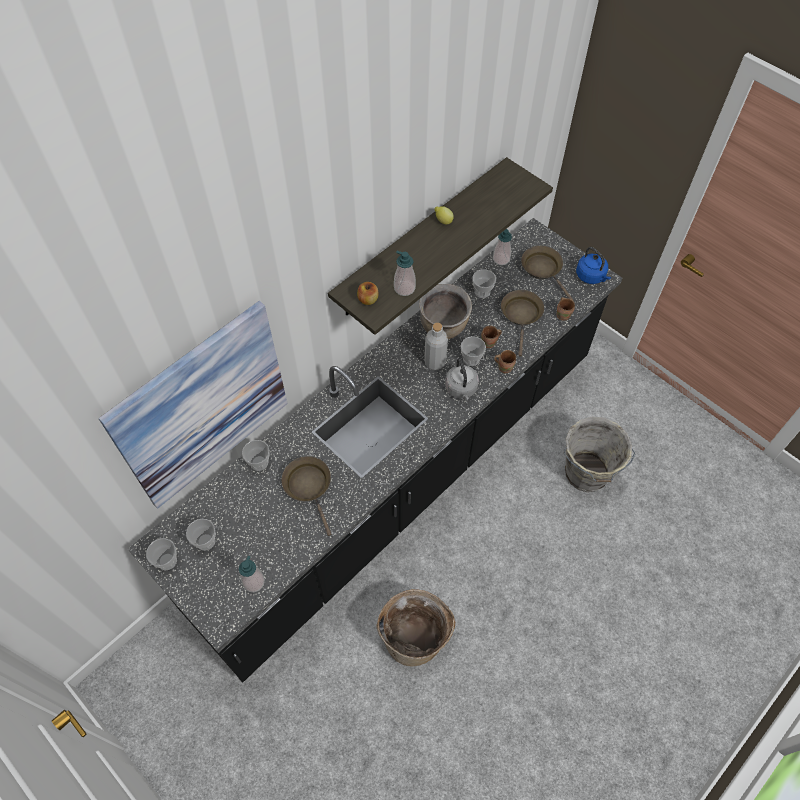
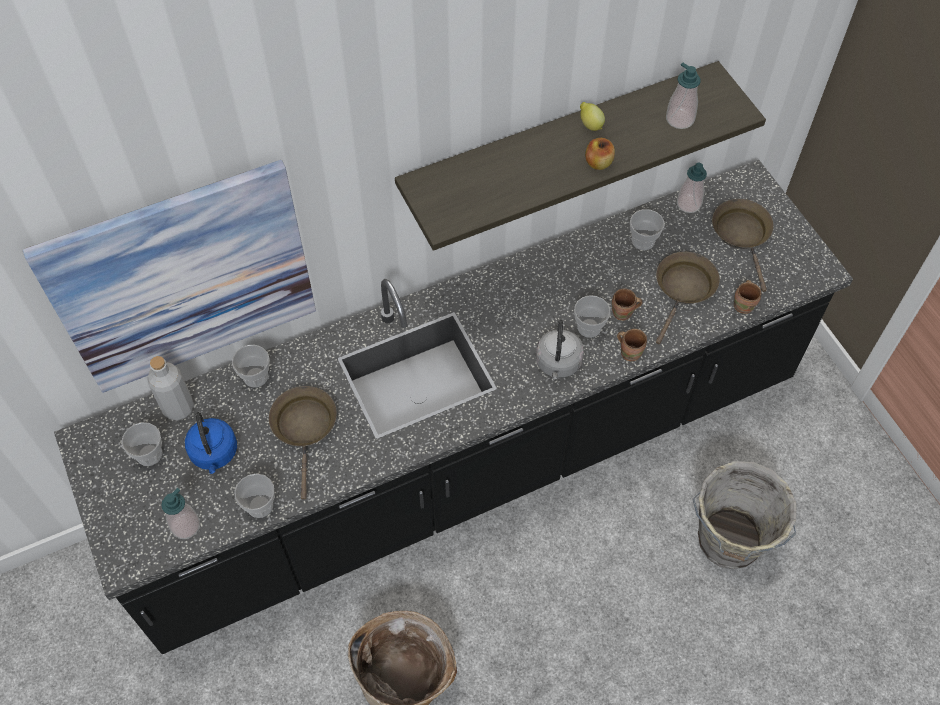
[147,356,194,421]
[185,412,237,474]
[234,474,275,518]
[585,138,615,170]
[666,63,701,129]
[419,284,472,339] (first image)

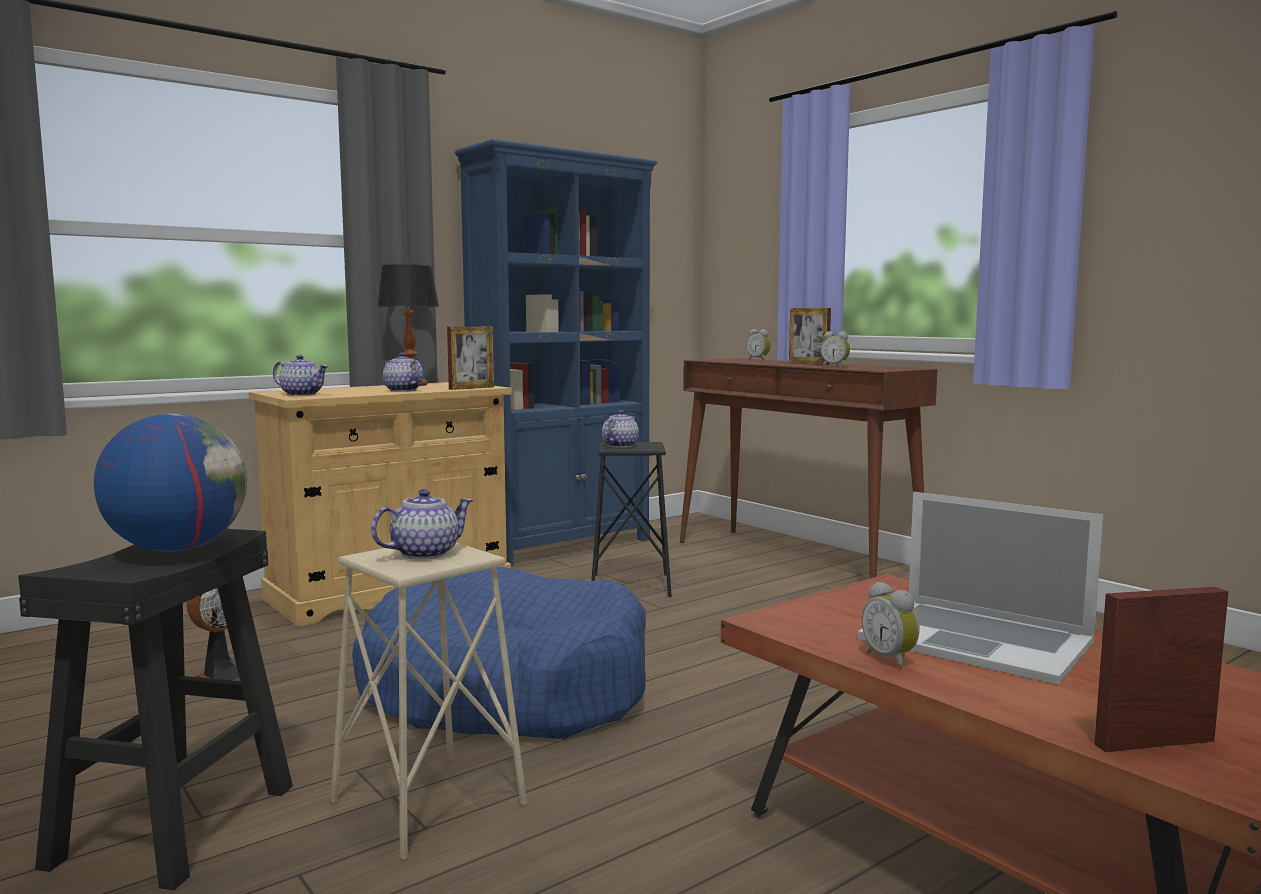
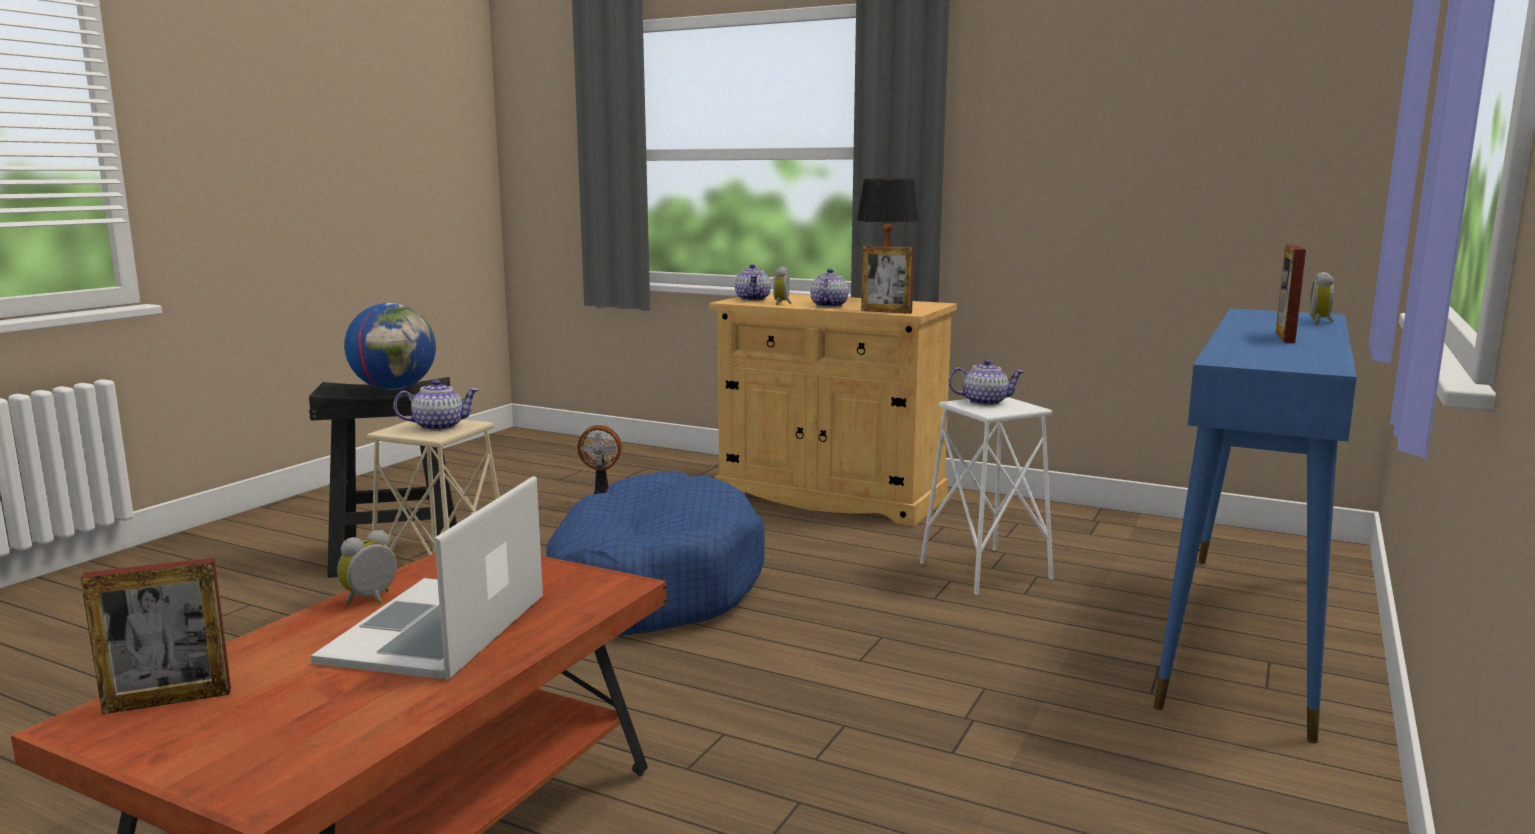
[81,558,231,714]
[393,379,479,431]
[773,266,791,305]
[920,397,1054,595]
[1154,309,1357,743]
[455,139,657,566] (first image)

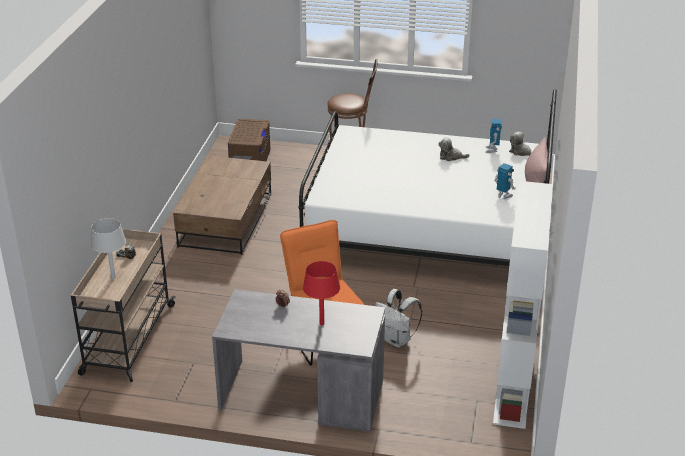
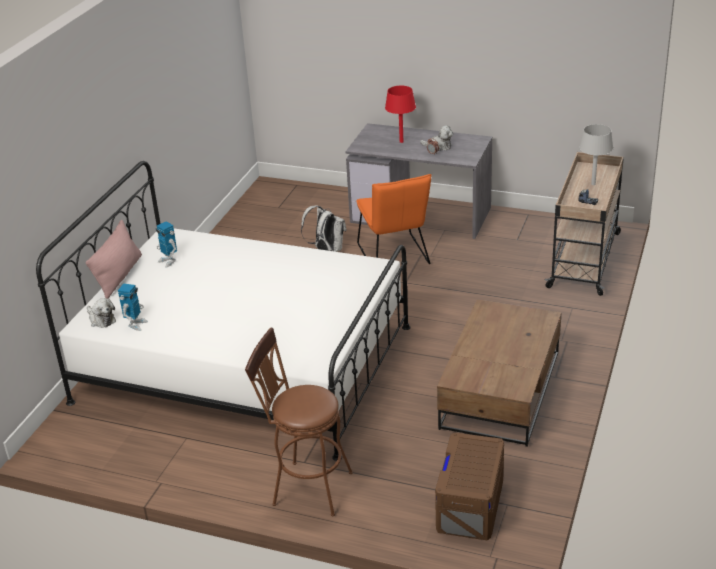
[420,125,453,151]
[493,181,553,429] (first image)

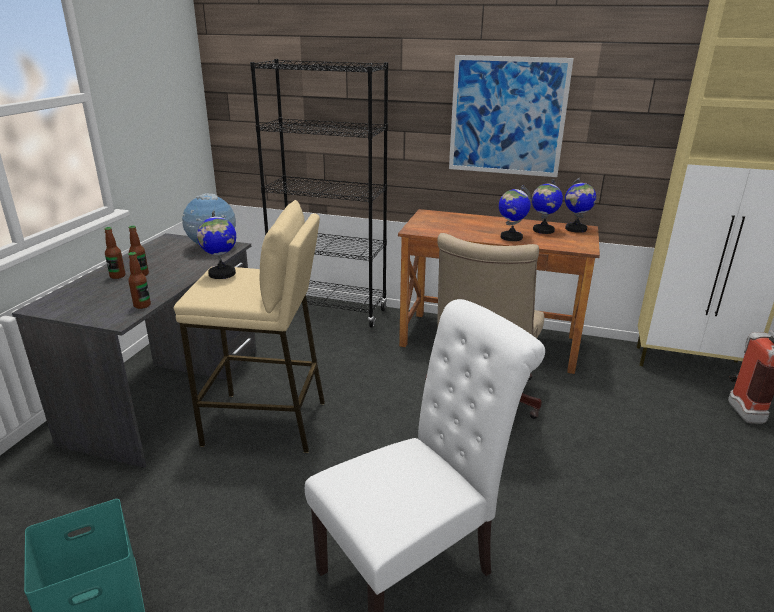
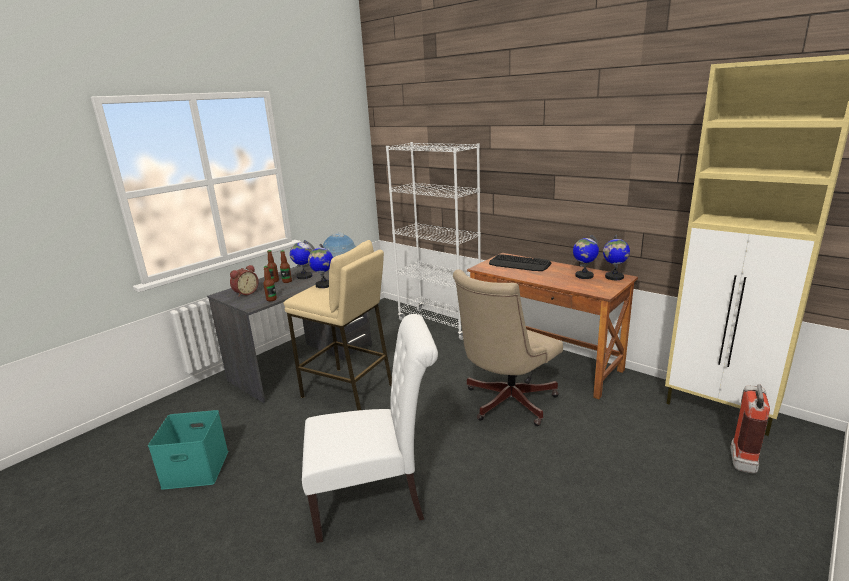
[230,265,259,297]
[290,240,315,279]
[386,142,481,340]
[489,254,551,271]
[449,55,574,177] (first image)

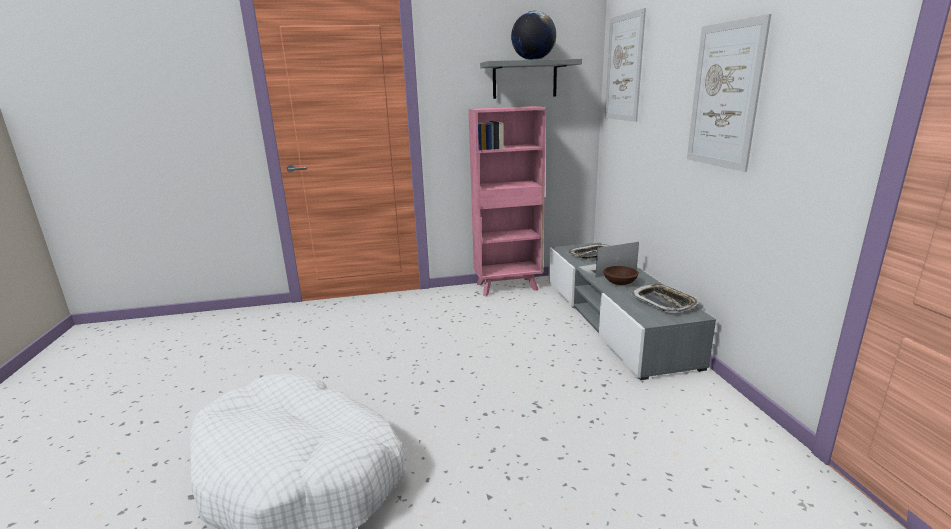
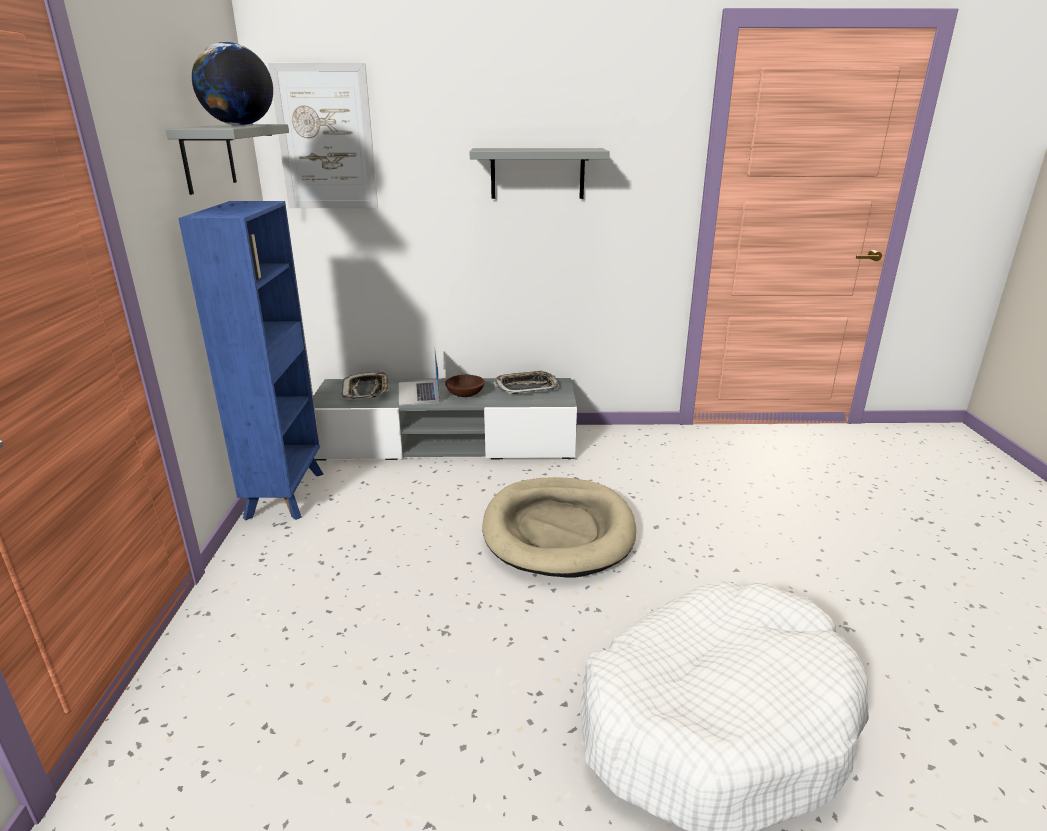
[178,201,324,520]
[470,148,610,199]
[482,477,636,578]

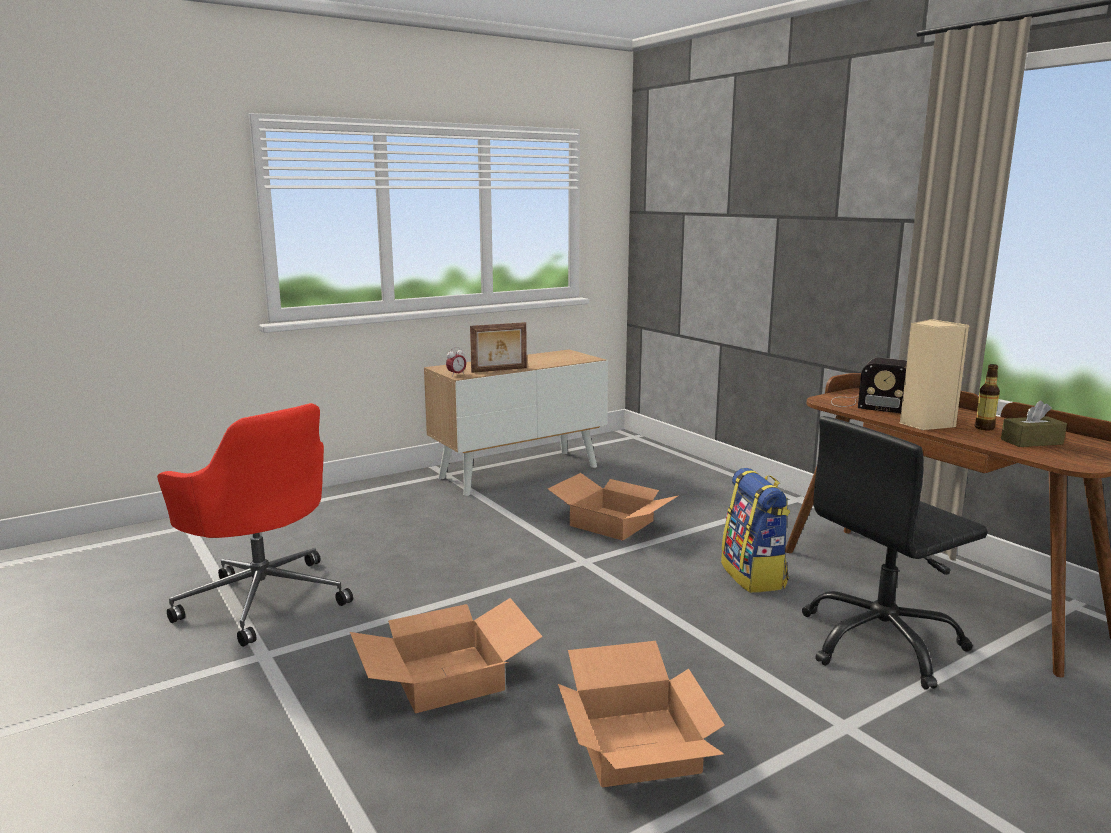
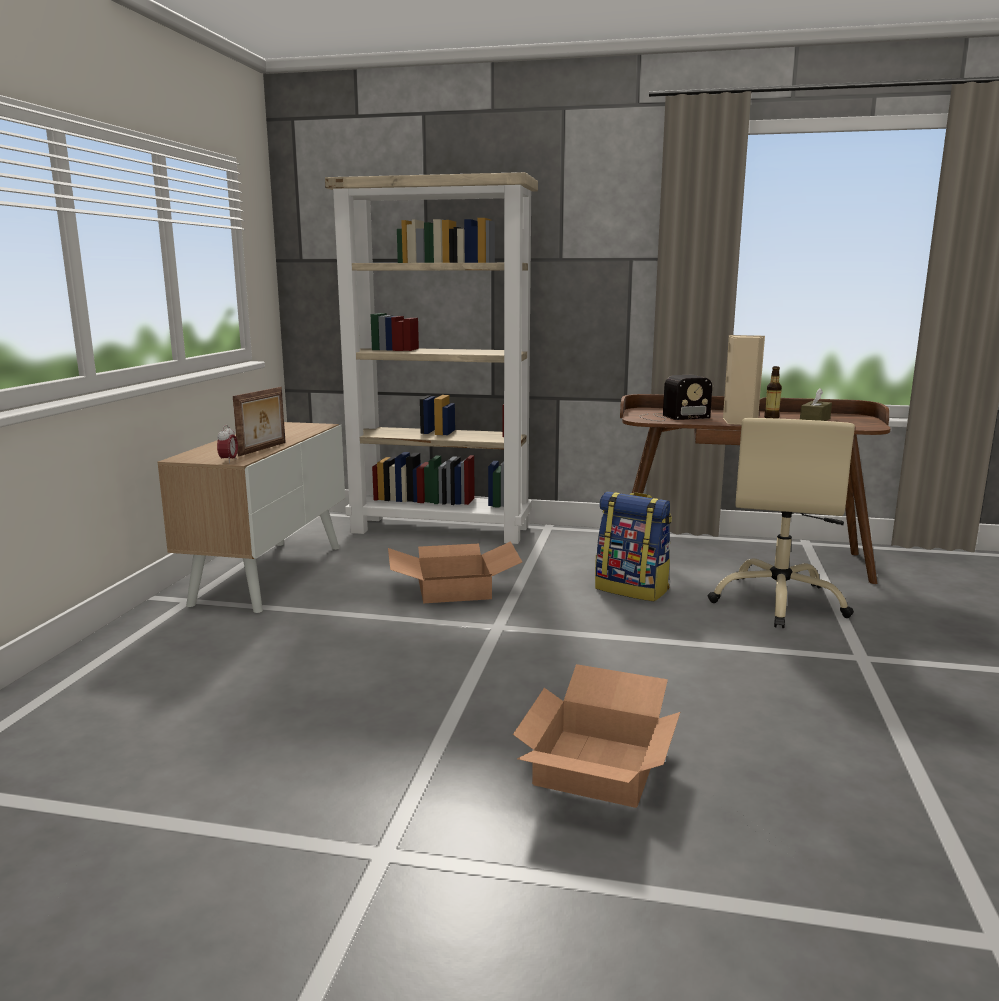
[325,172,538,544]
[708,418,855,628]
[157,403,353,647] (first image)
[558,641,725,788] (first image)

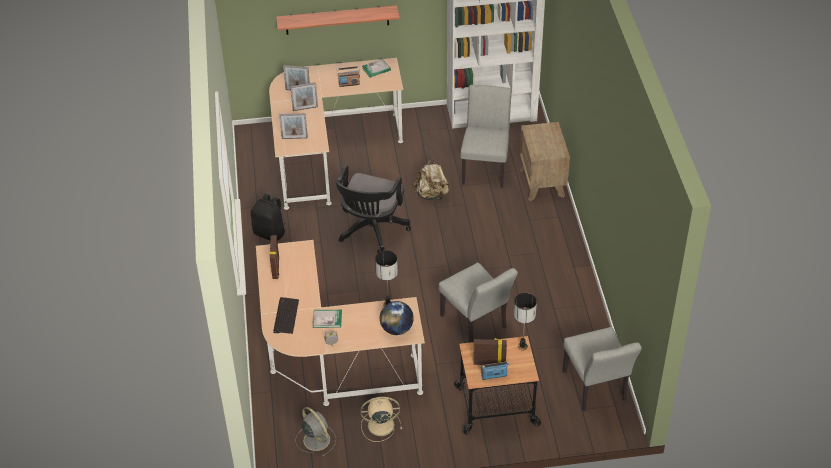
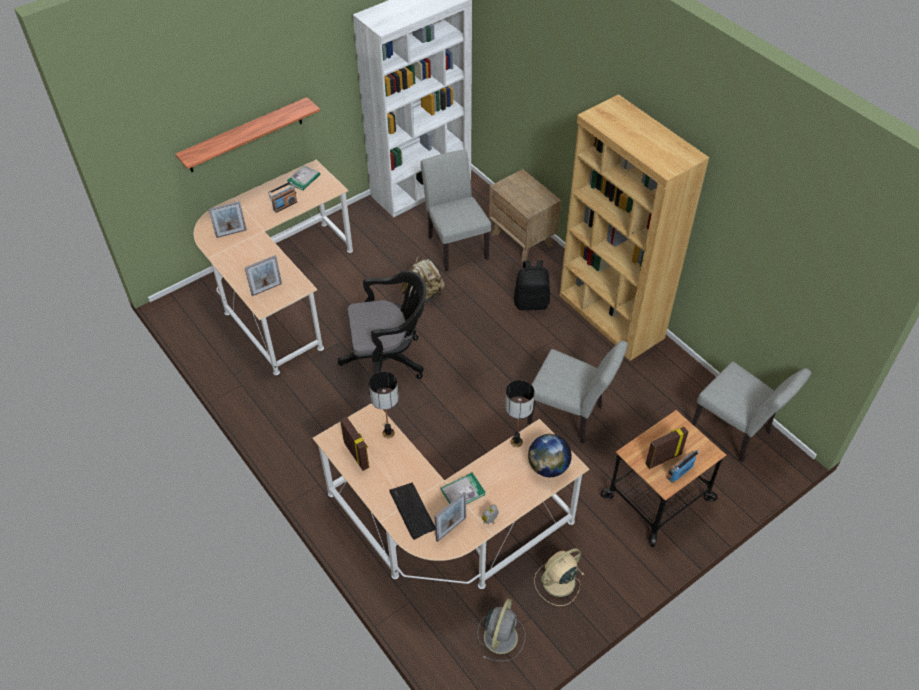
[338,271,426,394]
[369,371,399,438]
[435,492,466,542]
[477,599,525,661]
[514,261,550,310]
[560,94,709,361]

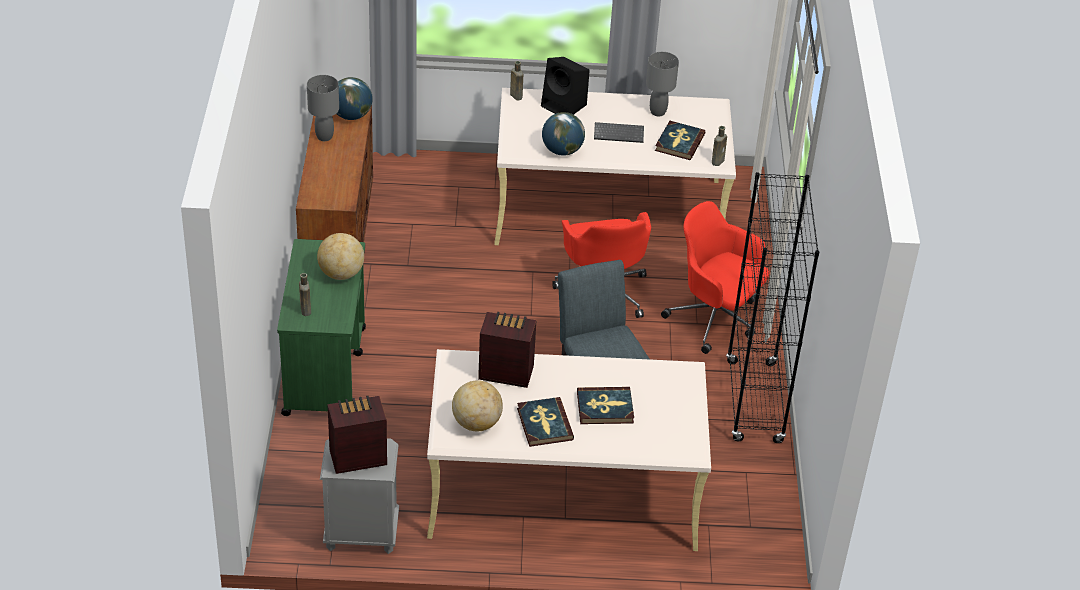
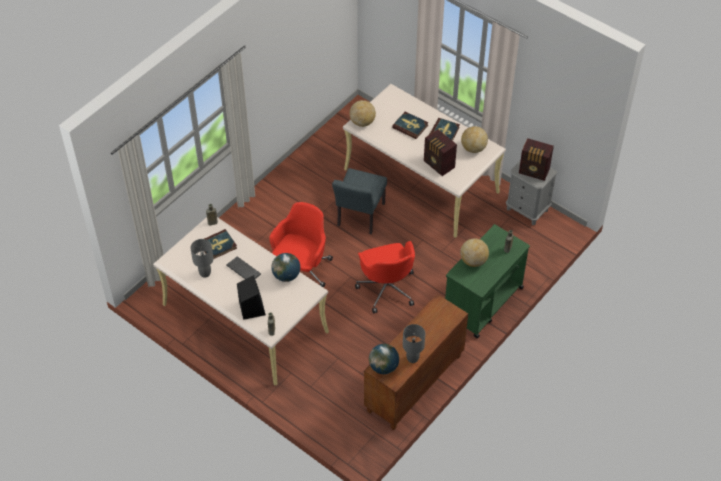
[349,100,376,127]
[355,241,415,313]
[726,172,820,443] (first image)

